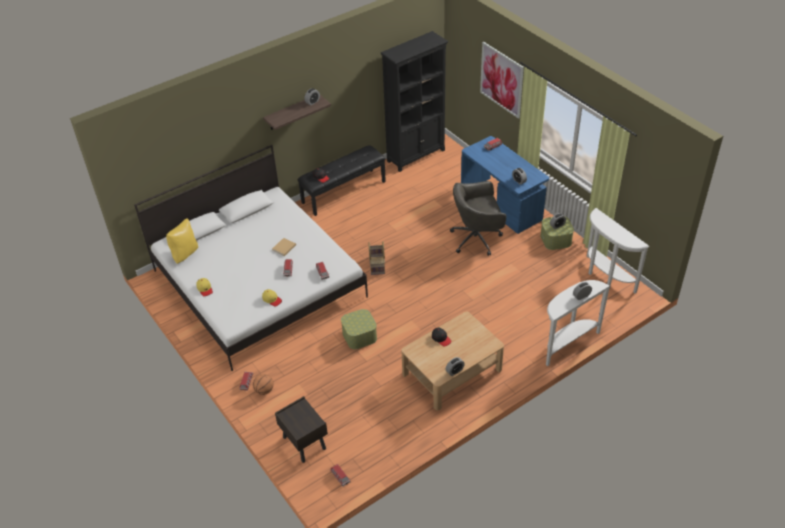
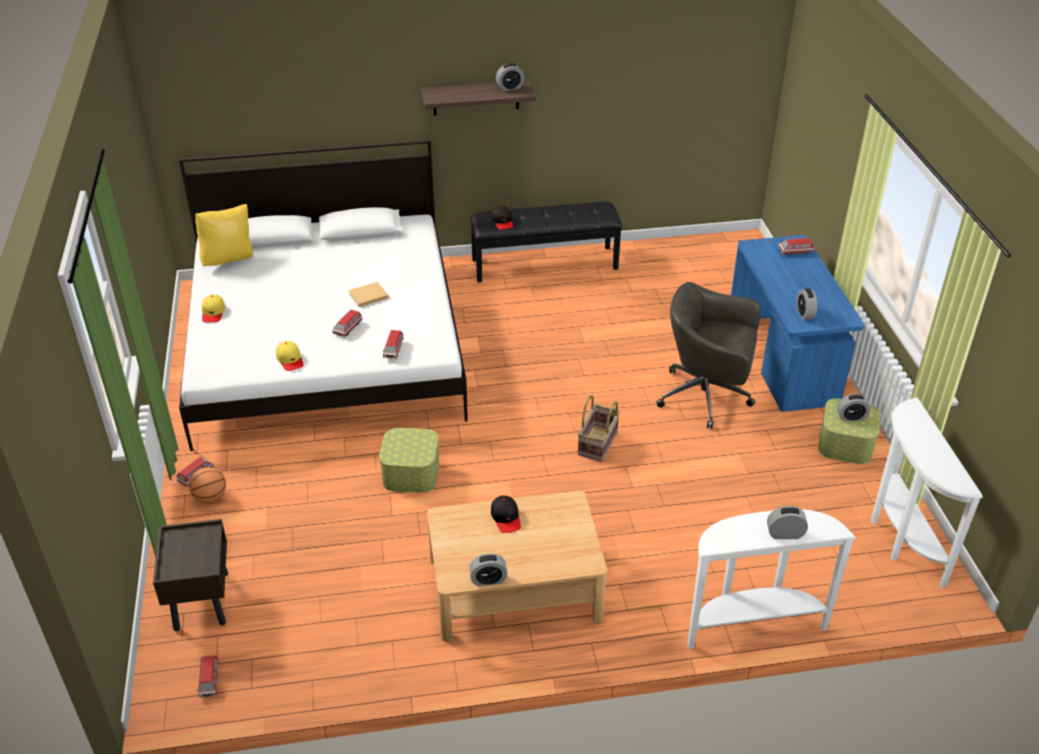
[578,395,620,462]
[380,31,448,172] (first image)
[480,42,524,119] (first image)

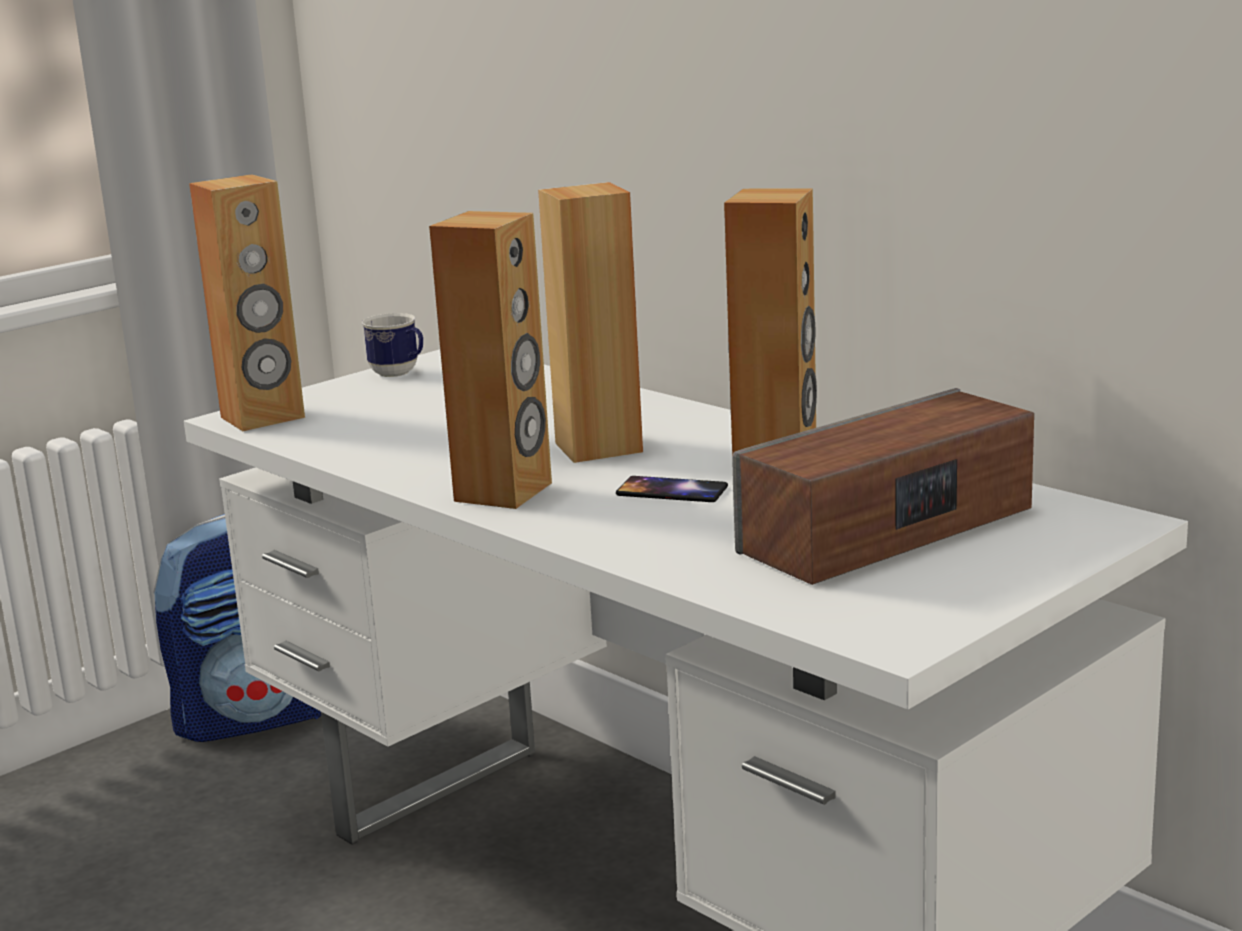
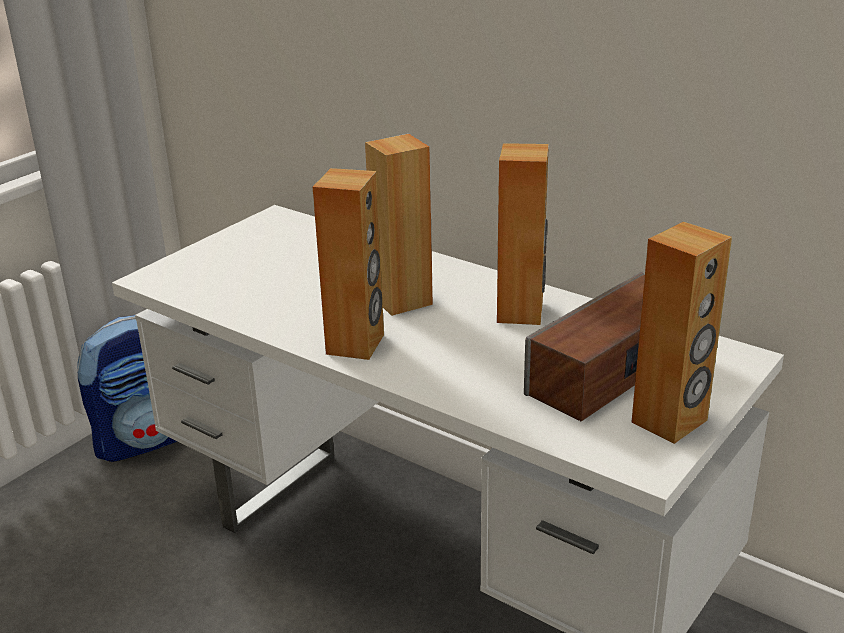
[632,222,732,444]
[362,313,423,377] (first image)
[616,476,728,502] (first image)

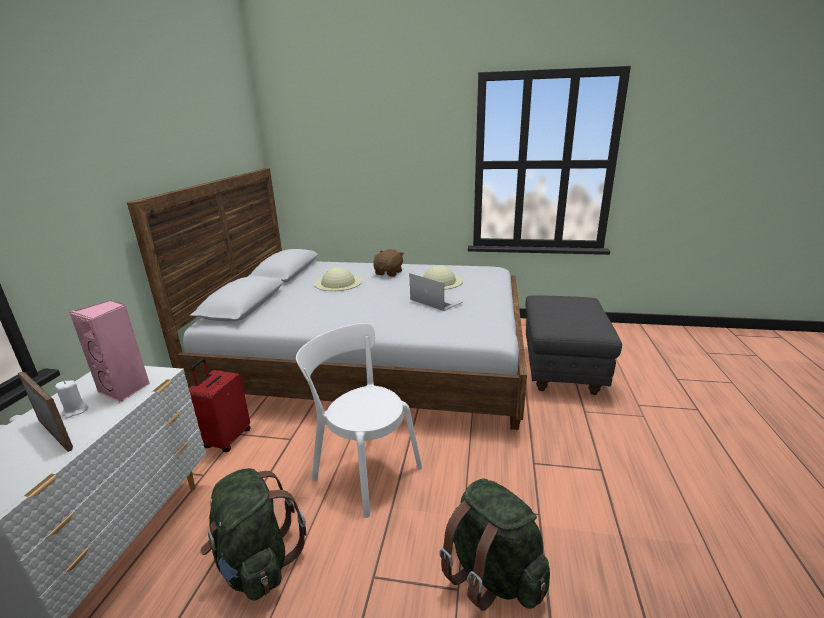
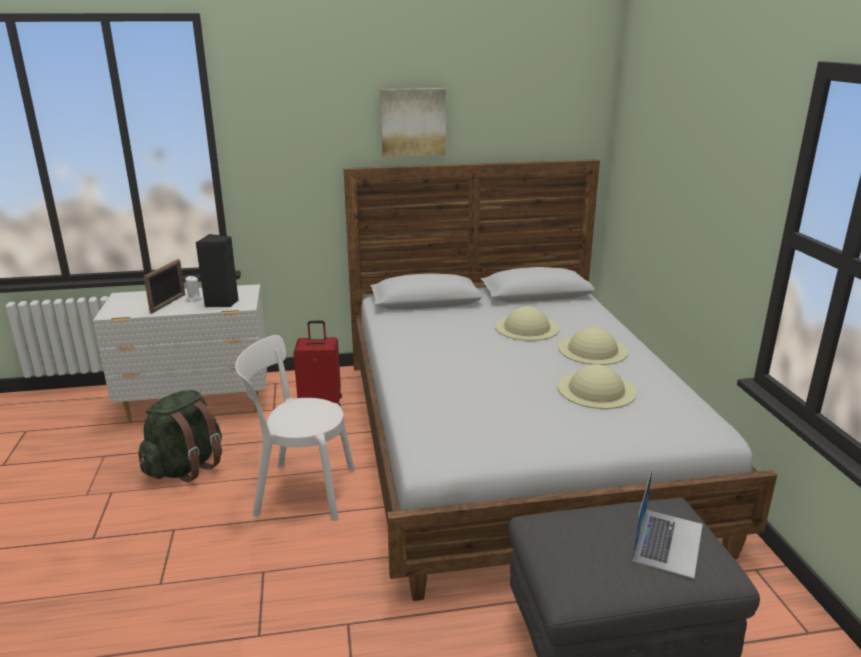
[195,234,239,307]
[235,335,355,521]
[380,88,446,157]
[558,327,629,365]
[632,468,703,579]
[439,478,550,611] (first image)

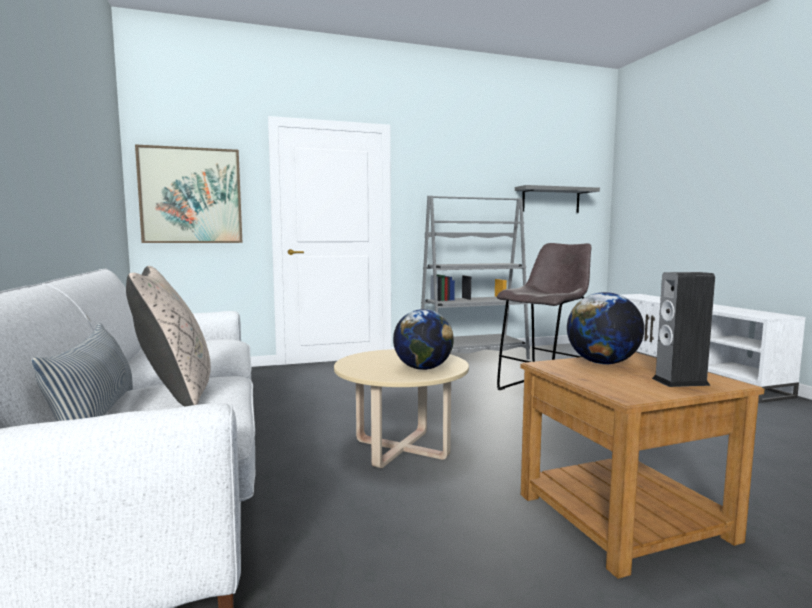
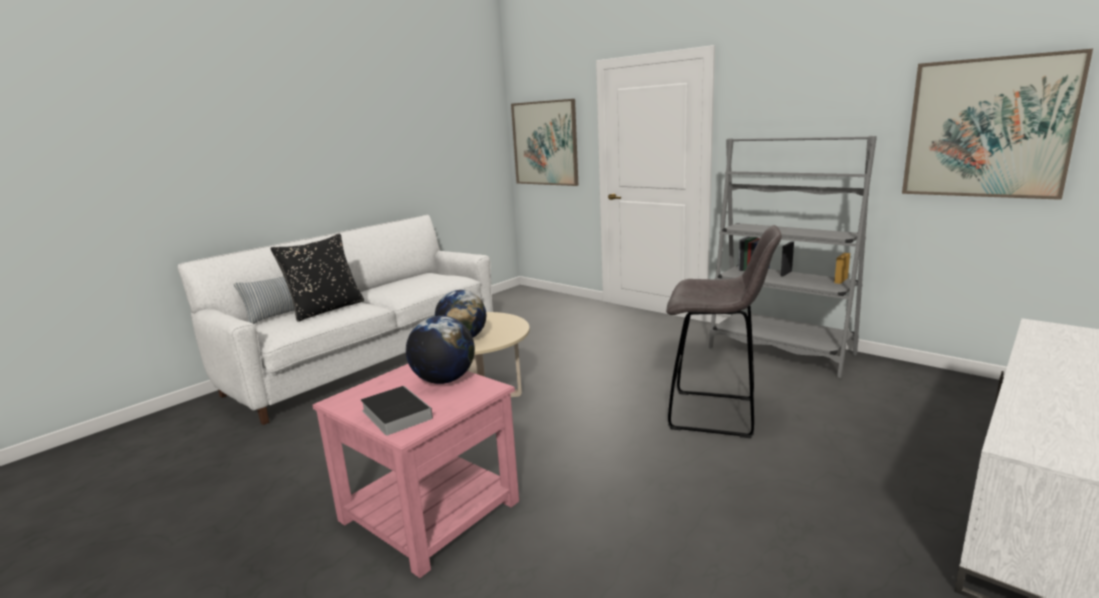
[270,234,364,322]
[312,364,519,578]
[361,386,433,436]
[902,49,1093,200]

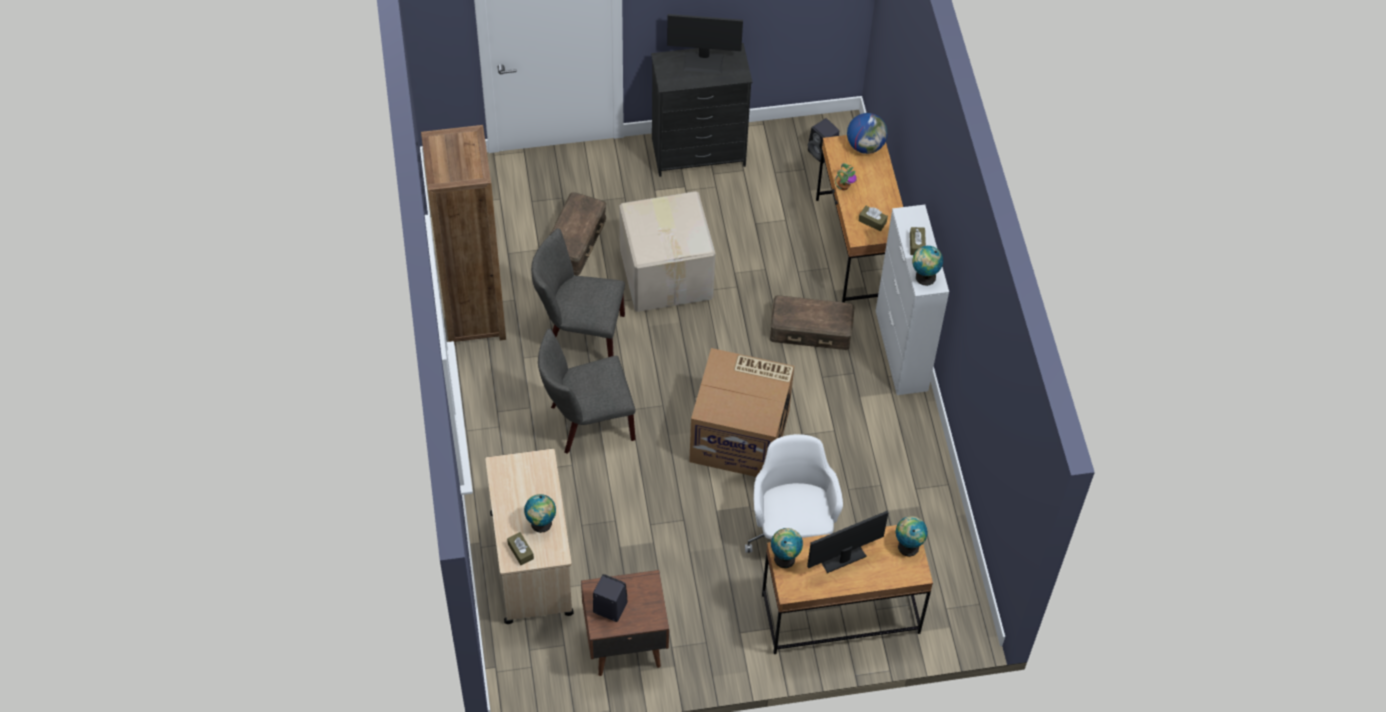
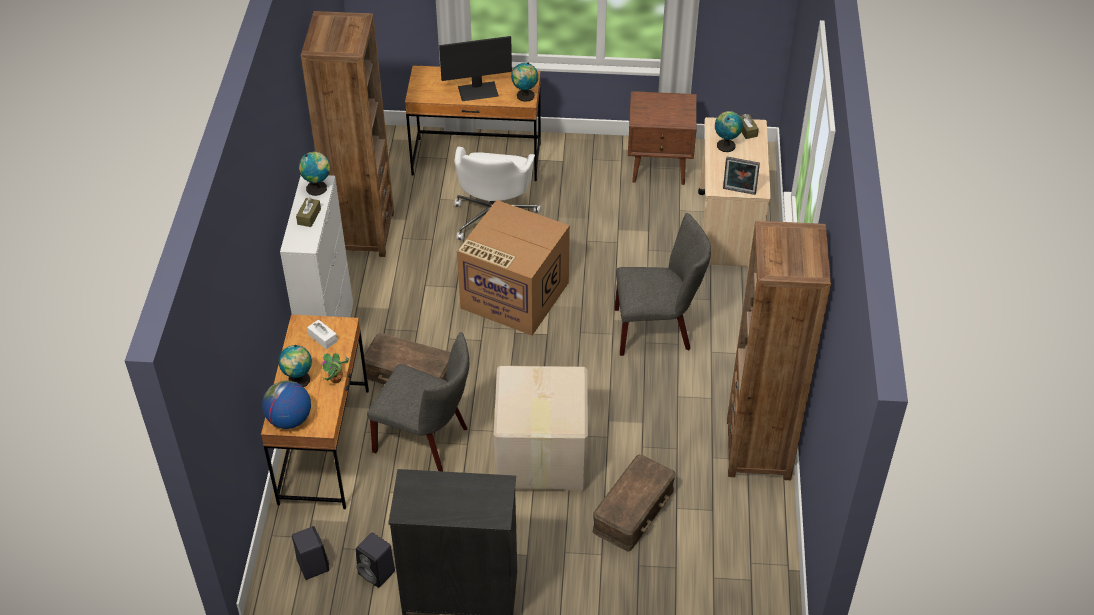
[279,345,312,387]
[301,11,394,257]
[307,320,338,349]
[356,533,395,588]
[367,332,469,472]
[723,157,760,195]
[667,14,743,74] (first image)

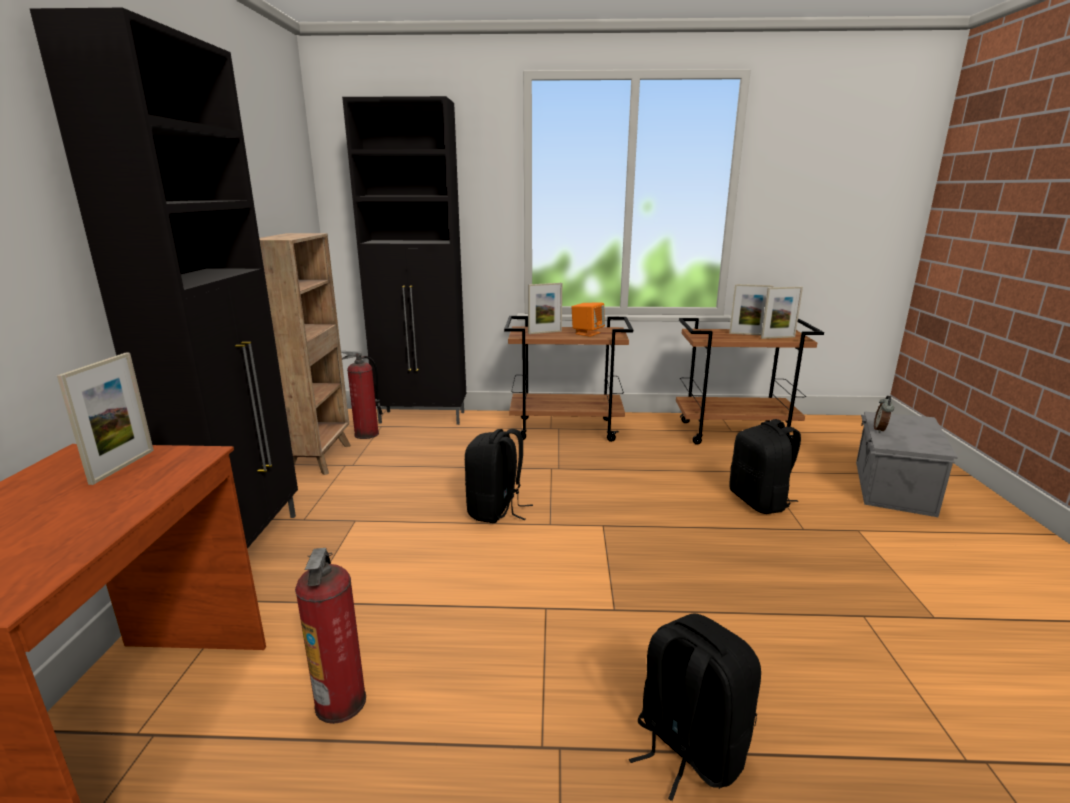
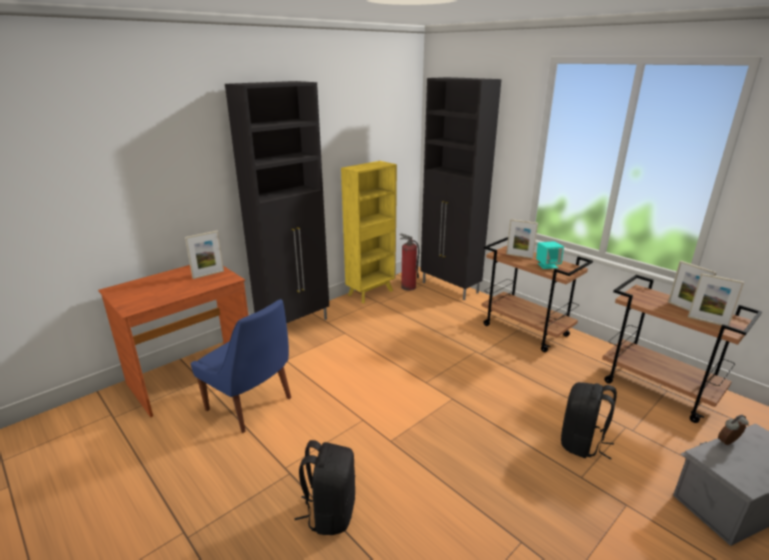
[191,299,291,433]
[341,161,397,303]
[536,241,564,269]
[465,429,533,523] (first image)

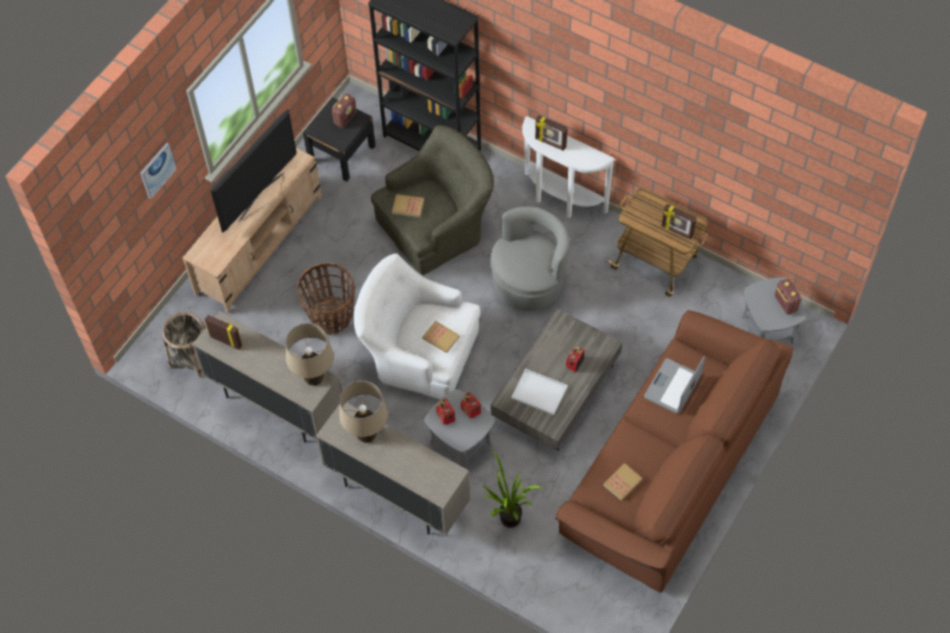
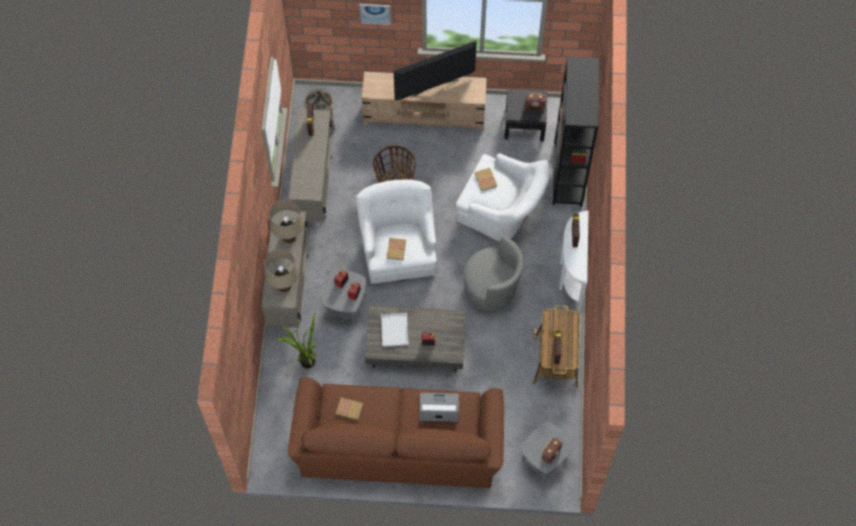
[264,249,299,292]
[394,41,477,100]
[456,153,550,242]

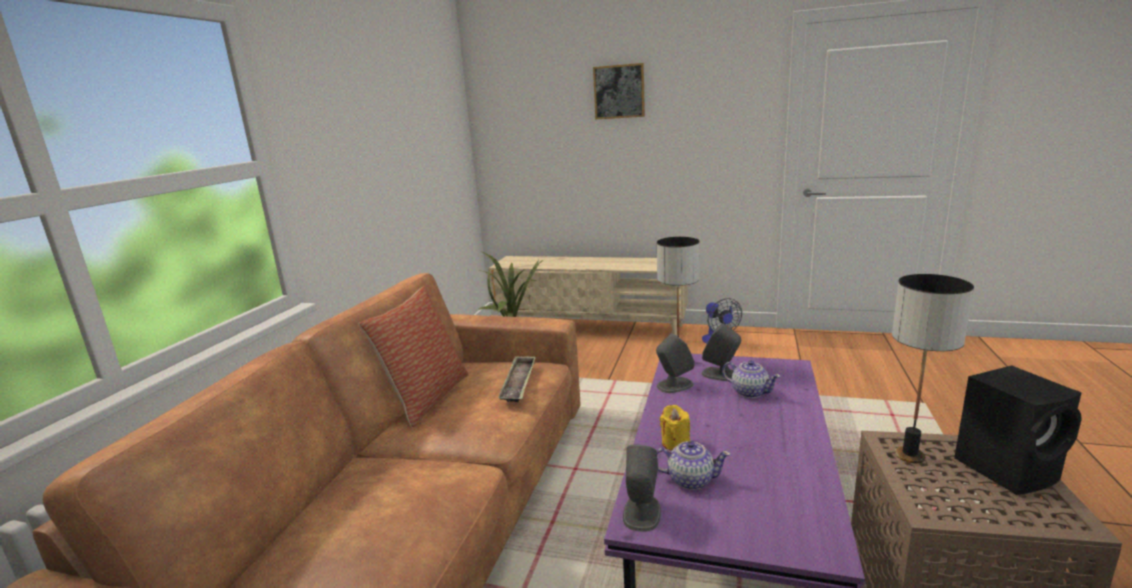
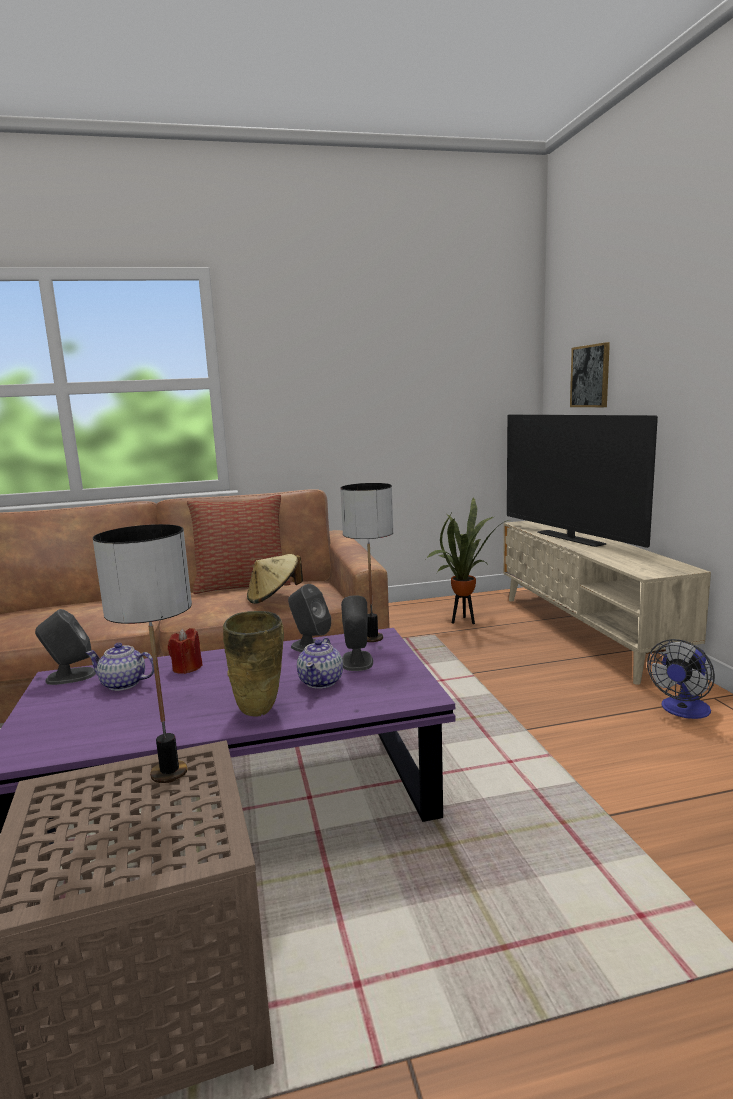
[86,643,154,691]
[168,628,203,674]
[223,611,284,717]
[247,554,303,604]
[507,415,658,548]
[570,342,610,407]
[954,365,1082,495] (first image)

